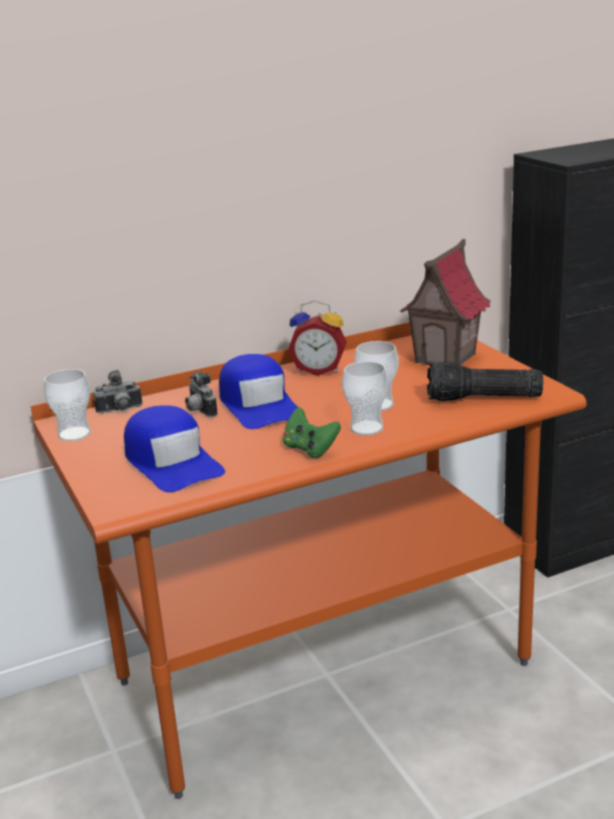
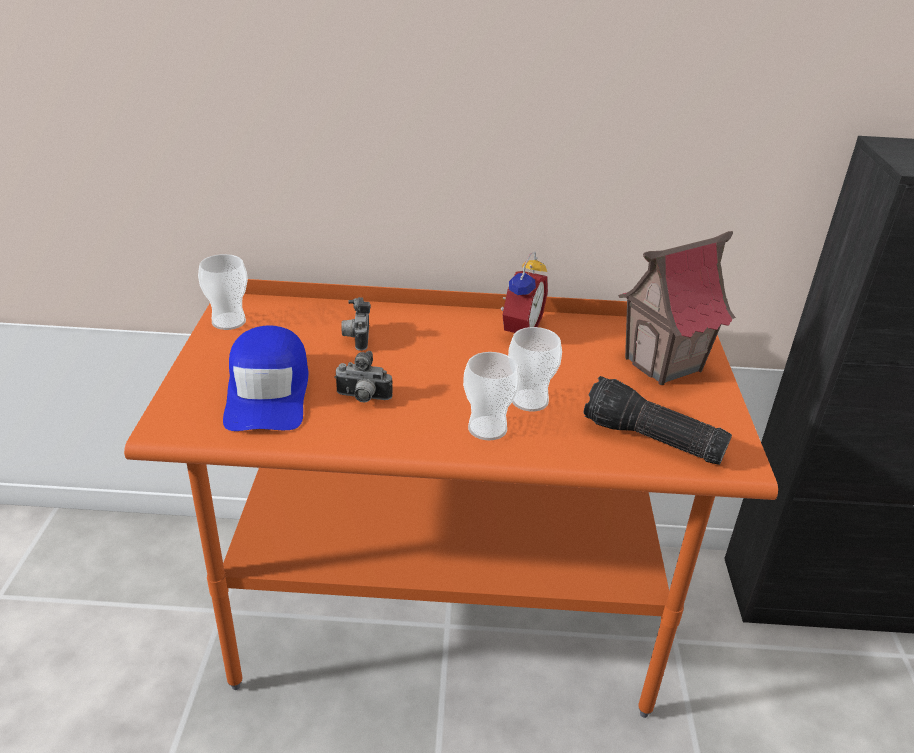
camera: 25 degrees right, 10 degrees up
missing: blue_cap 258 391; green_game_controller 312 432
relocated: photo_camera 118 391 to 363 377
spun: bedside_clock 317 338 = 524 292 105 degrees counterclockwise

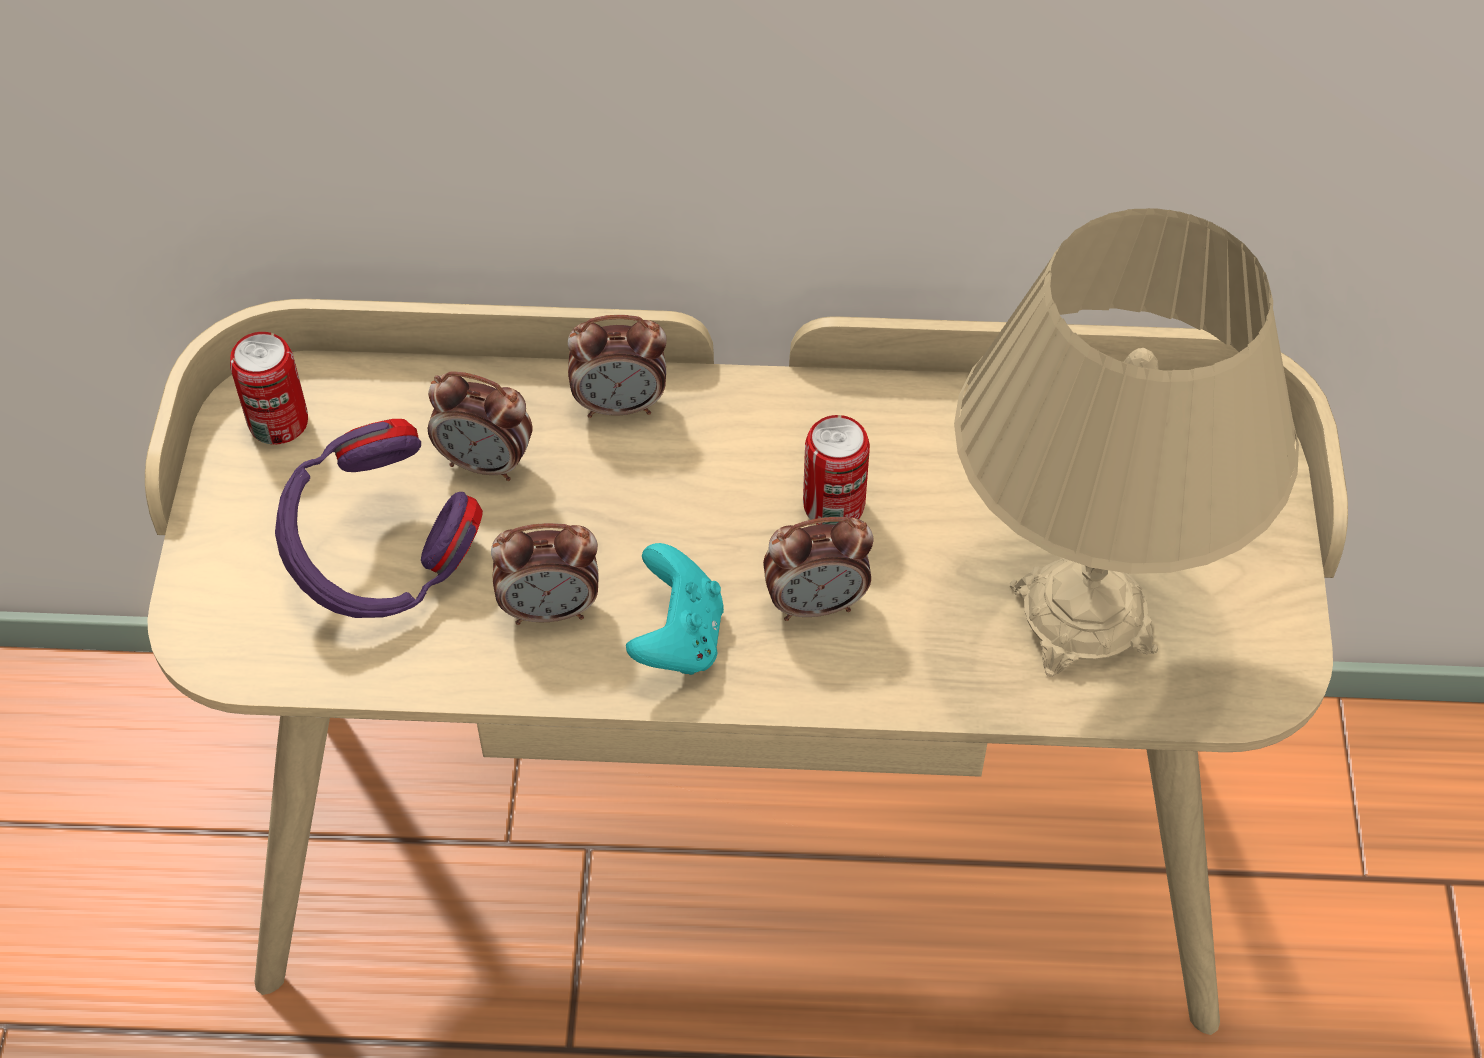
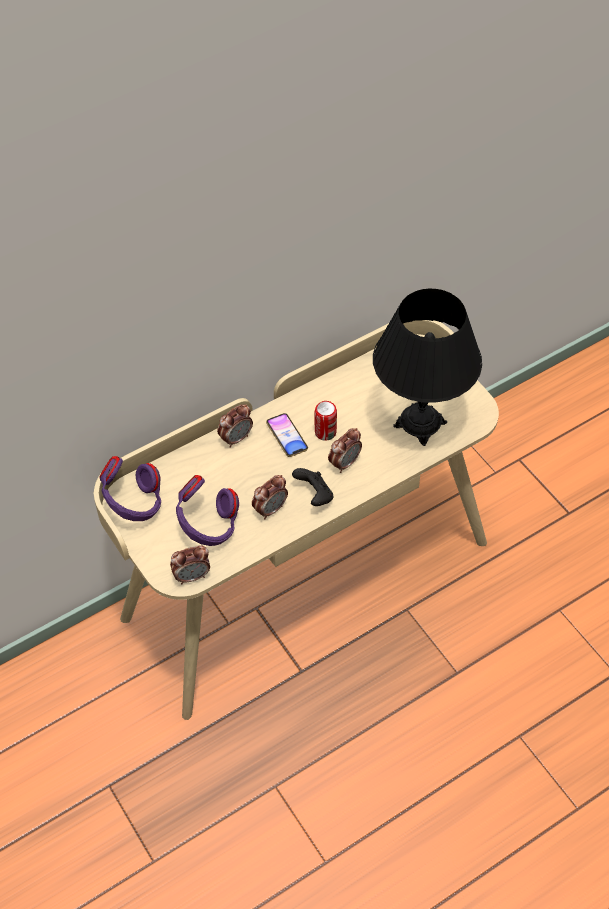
camera: 35 degrees left, 0 degrees up
appeared: telephone 287 435
relocated: bedside_clock 480 426 to 190 564
exchanged: metal_can 269 388 to purple_headphones 130 488
colour: turquoise-coloured_game_controller 675 609 to black-coloured_game_controller 312 487; beige-coloured_table_lamp 1126 442 to black-coloured_table_lamp 427 367

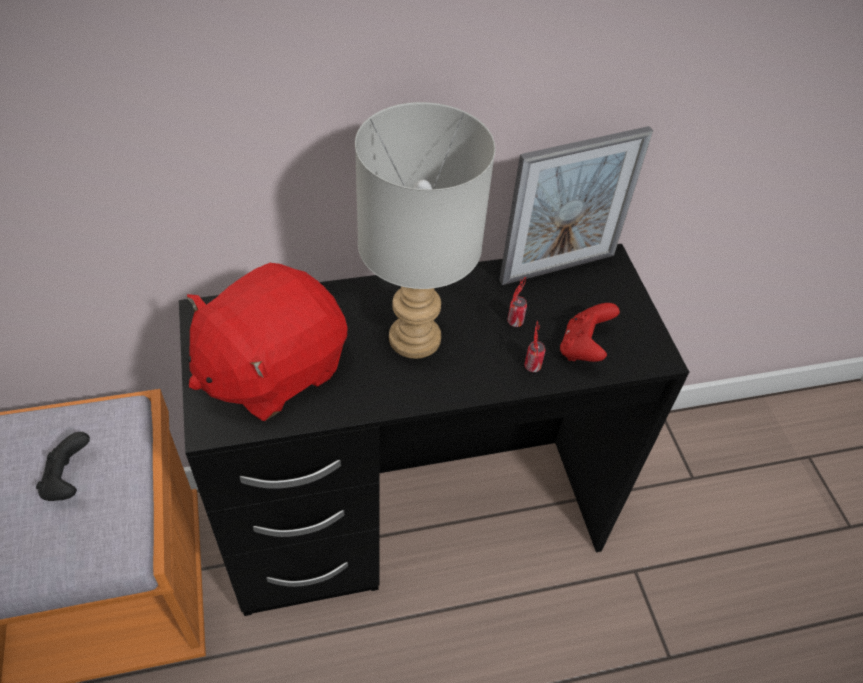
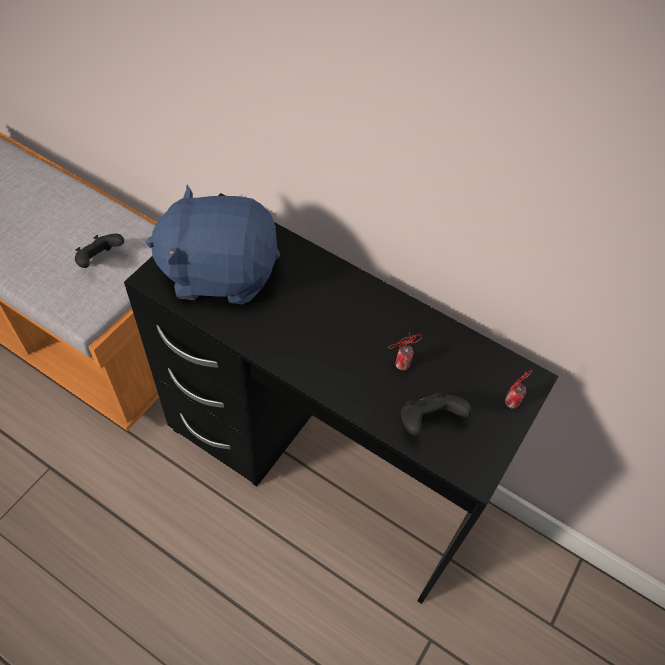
camera: 45 degrees right, 5 degrees up
missing: greyish_table_lamp 425 230; standing_frame 576 205
relocated: metal_can 534 346 to 519 389
colour: reddish_cuddly_toy 267 342 to blue_cuddly_toy 213 244; reddish_game_controller 590 332 to black-coloured_game_controller 436 414

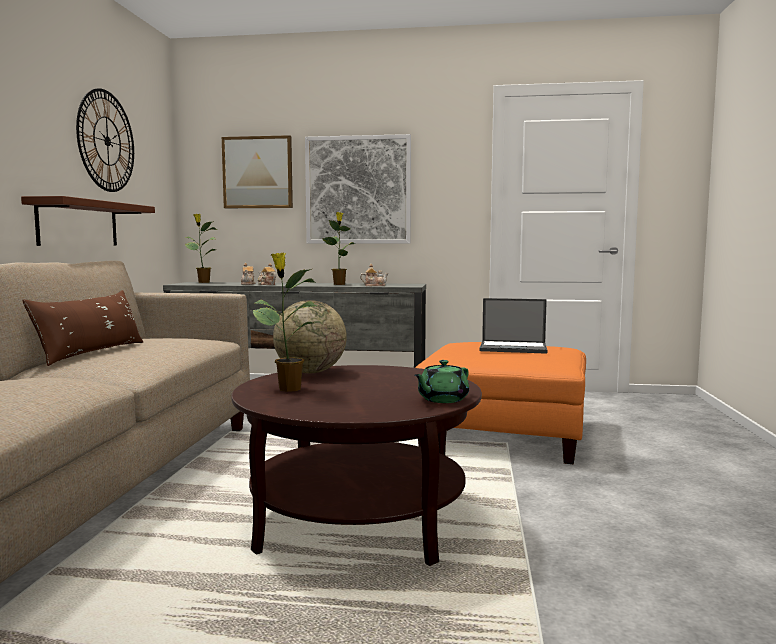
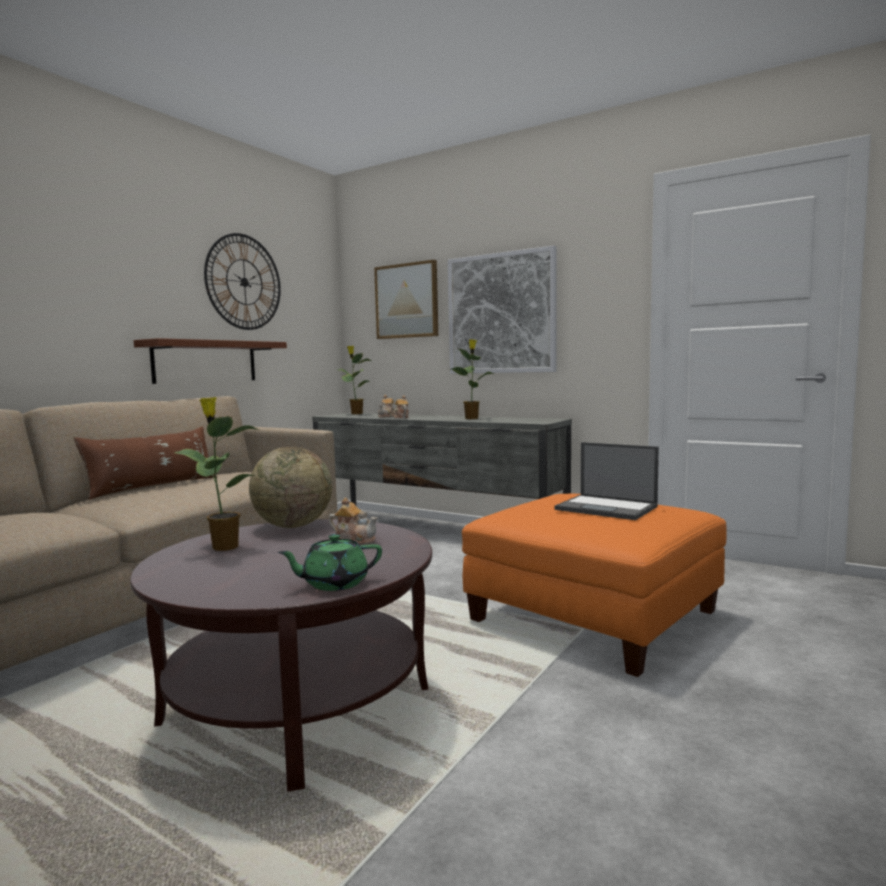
camera: 25 degrees right, 0 degrees up
relocated: pot_for_tea 374 275 to 353 520

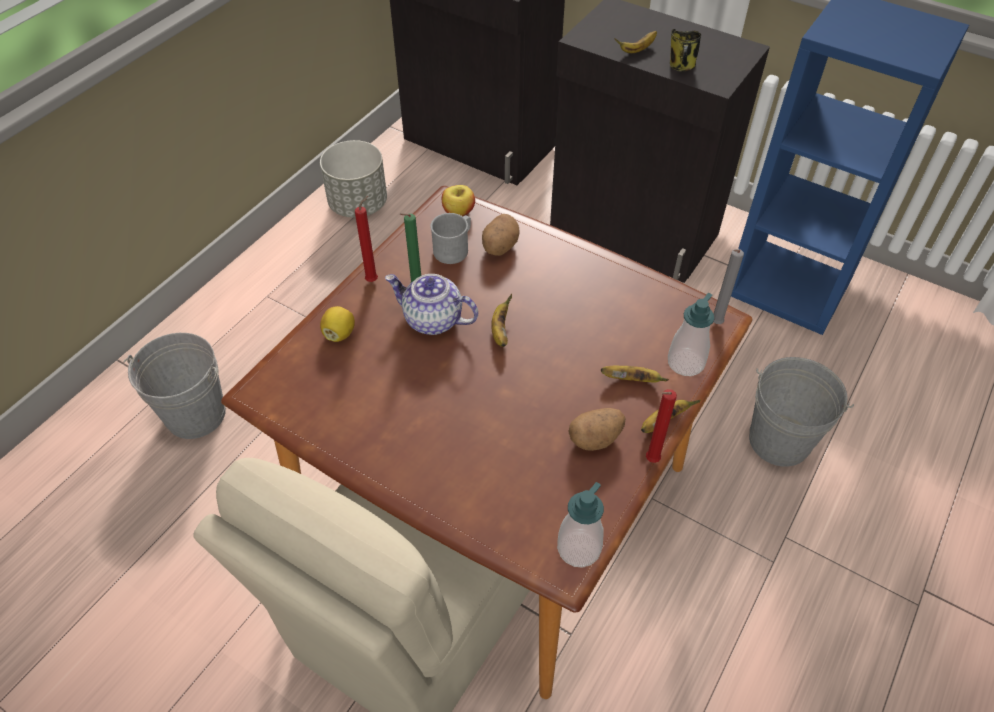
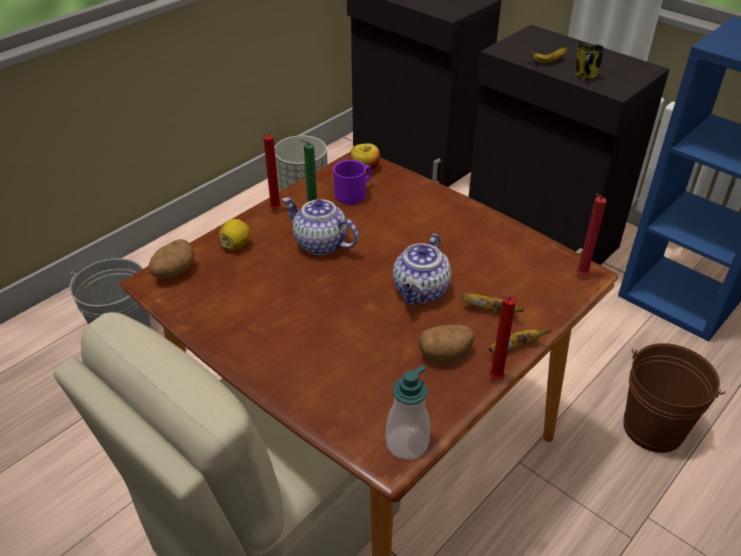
camera: 10 degrees right, 10 degrees down
missing: banana_fruit 501 320; liquid_soap_bottle 691 334
appeared: pot_for_tea 422 269
relocated: spud 501 235 to 171 259
colour: greyish_coffee_mug 450 238 to purple_coffee_mug 352 182; greyish_candle 728 286 to reddish_candle 592 234; greyish_water_bucket 801 412 to brownish_water_bucket 674 398

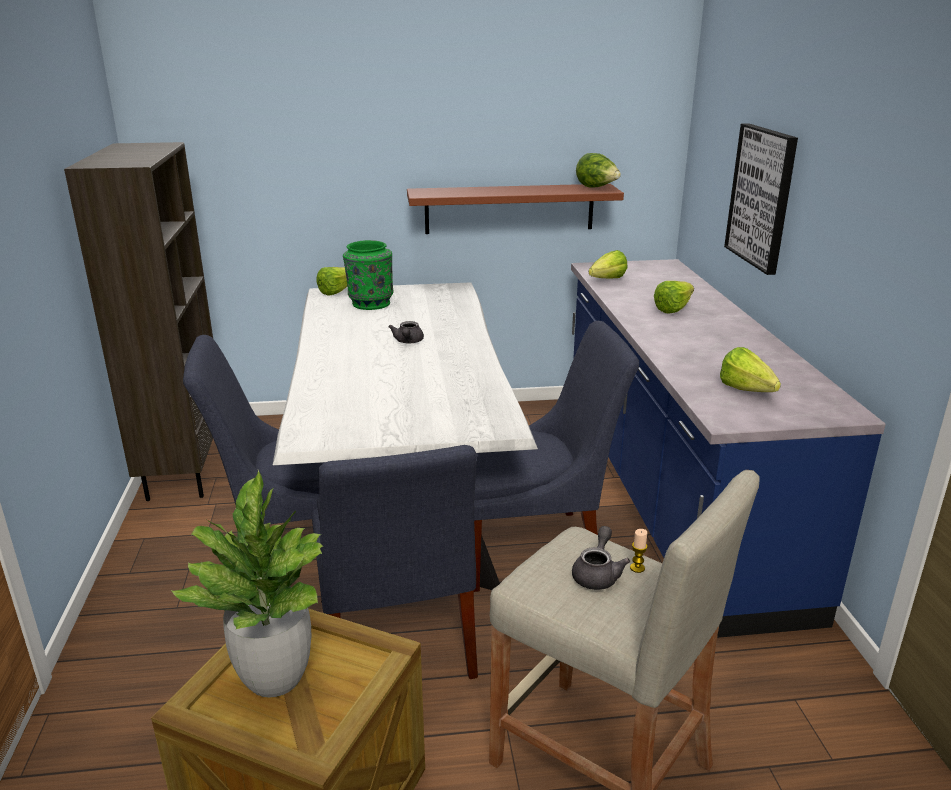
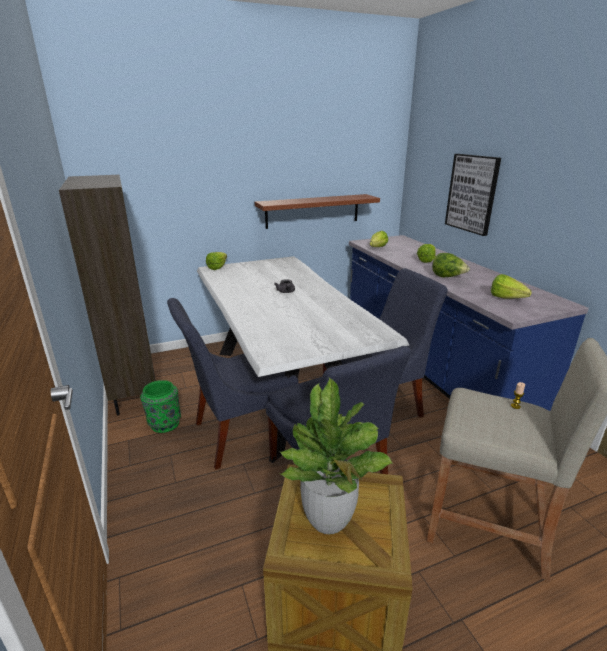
camera: 15 degrees left, 0 degrees up
missing: greyish_pot_for_tea 601 558
relocated: green_decorative_vase 368 275 to 160 406; lettuce 598 170 to 451 265

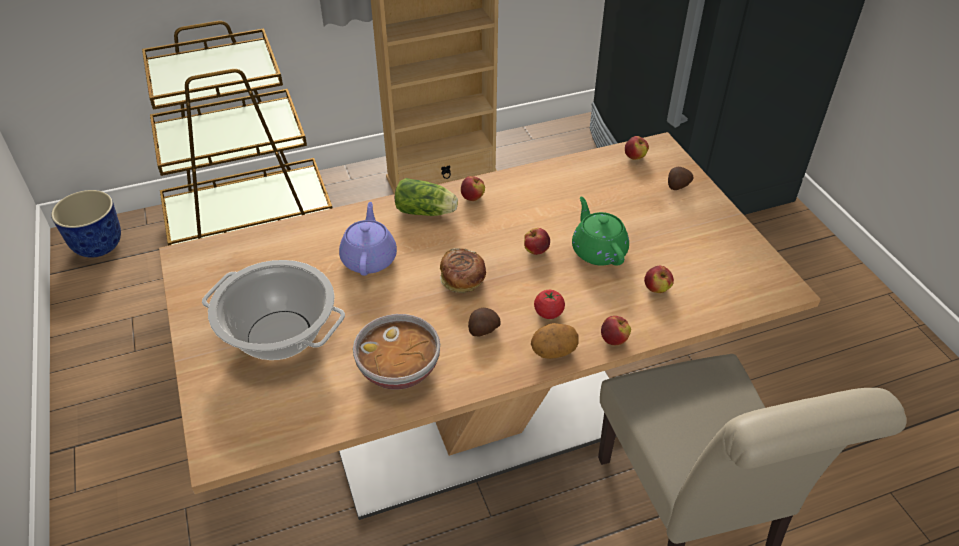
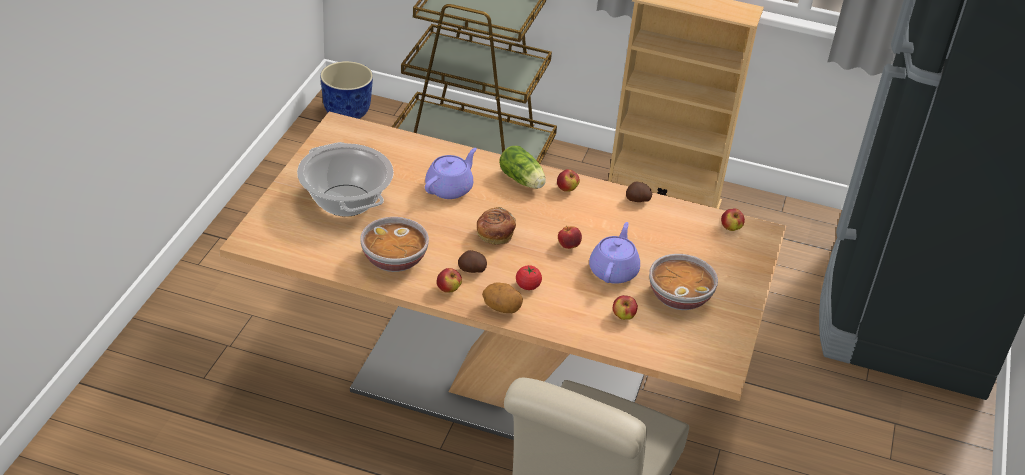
camera: 35 degrees right, 5 degrees down
appeared: serving_bowl 683 282
relocated: apple 616 330 to 449 280; spud 680 178 to 639 191
colour: green_pot_for_tea 600 231 to purple_pot_for_tea 614 253

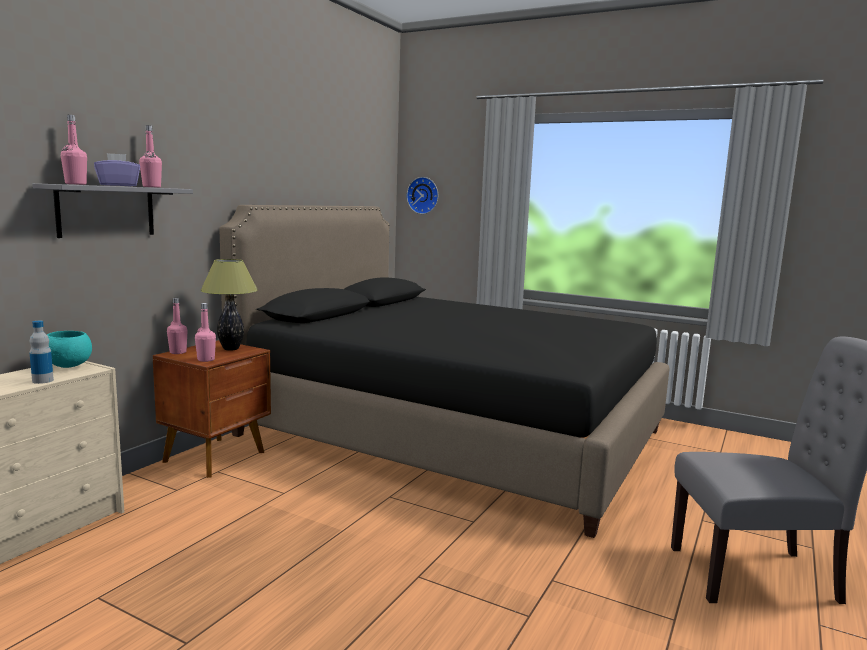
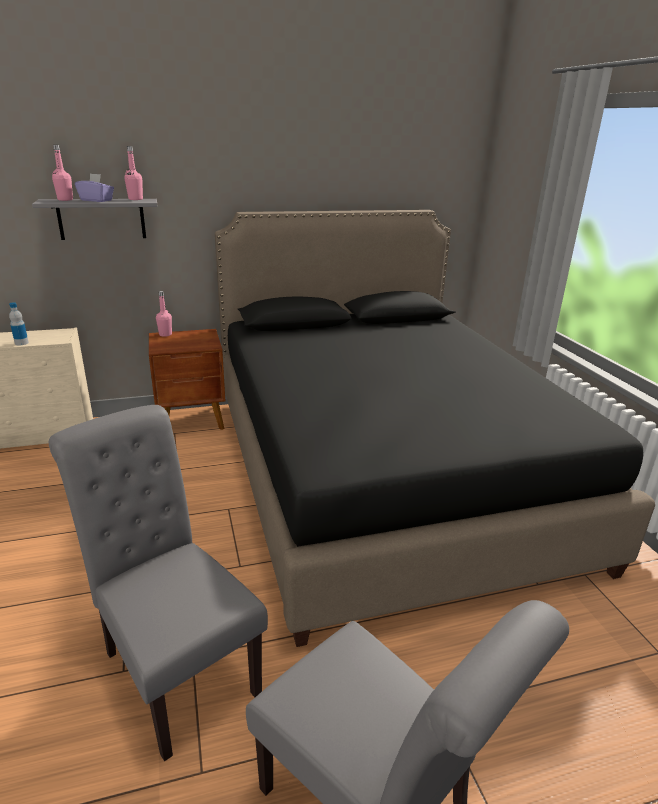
camera: 45 degrees right, 15 degrees up
missing: turquoise-coloured_serving_bowl 69 349; pinkish_drink_bottle 205 332; table_lamp 229 305; clock_on_the_wall 422 195
appeared: greyish_chair 158 583

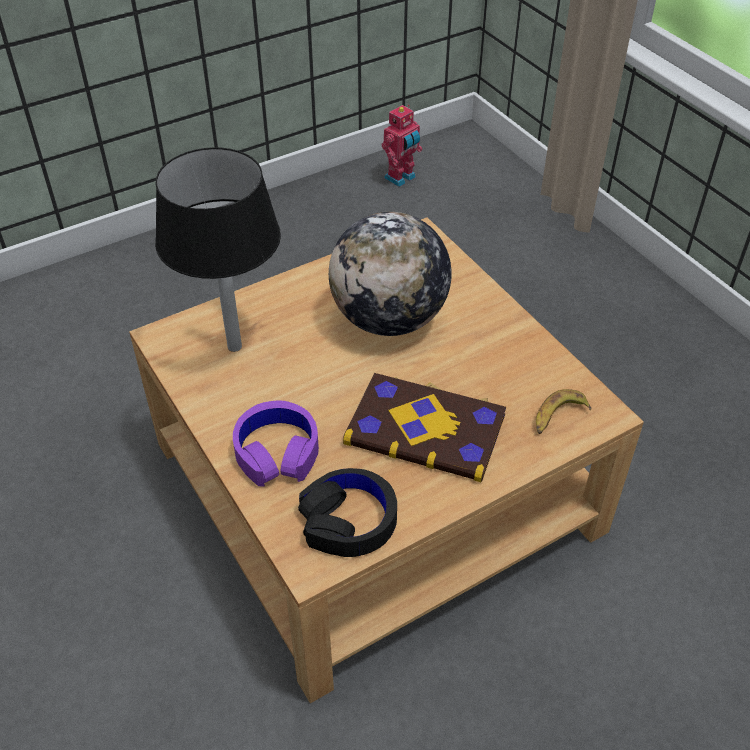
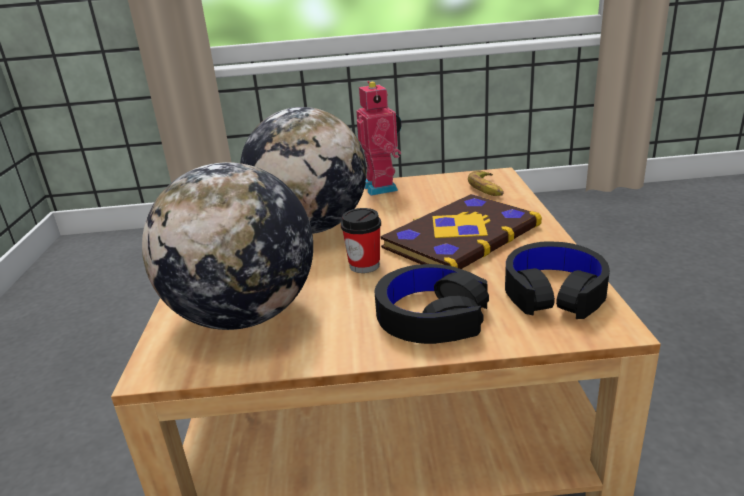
camera: 60 degrees left, 20 degrees down
appeared: drinking_cup 361 240
relocated: robot_figure 402 146 to 378 138
exchanged: black-coloured_table_lamp 218 249 to world_globe 227 246
colour: purple_headphones 276 443 to black-coloured_headphones 432 304

